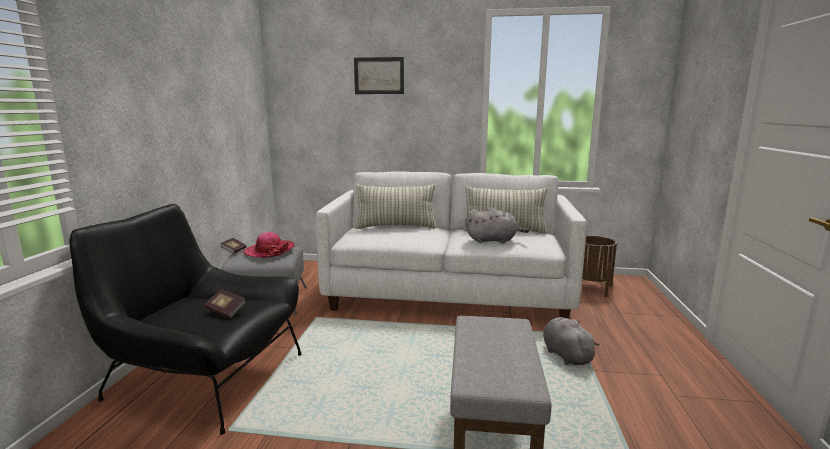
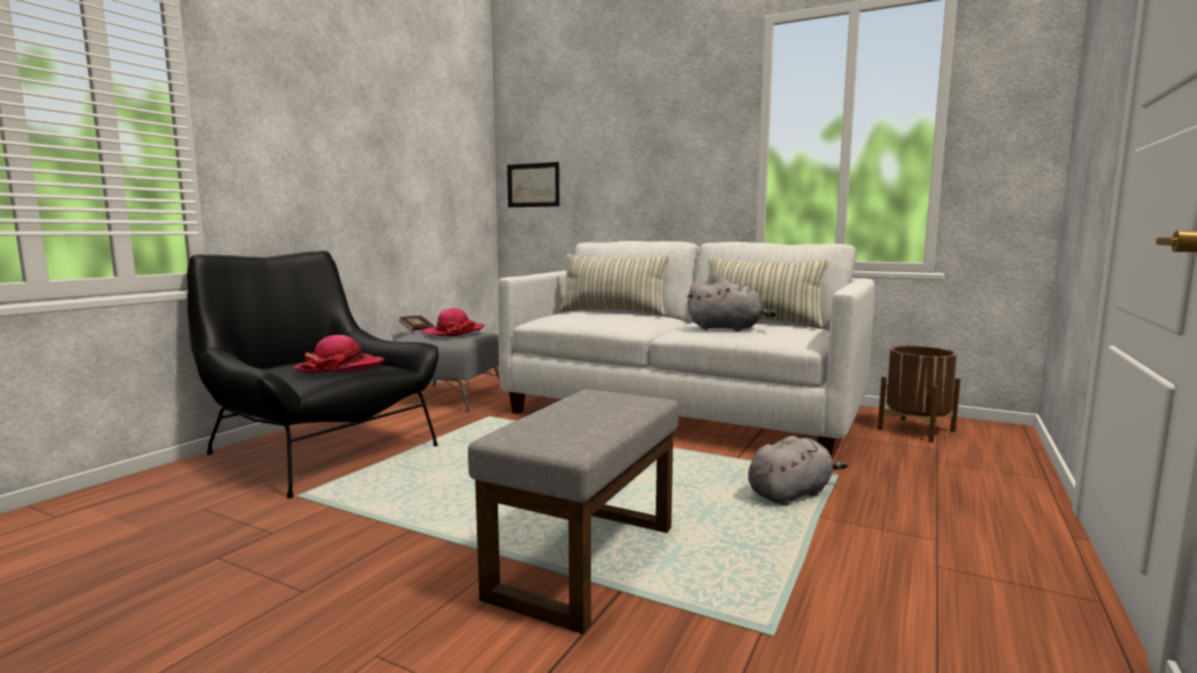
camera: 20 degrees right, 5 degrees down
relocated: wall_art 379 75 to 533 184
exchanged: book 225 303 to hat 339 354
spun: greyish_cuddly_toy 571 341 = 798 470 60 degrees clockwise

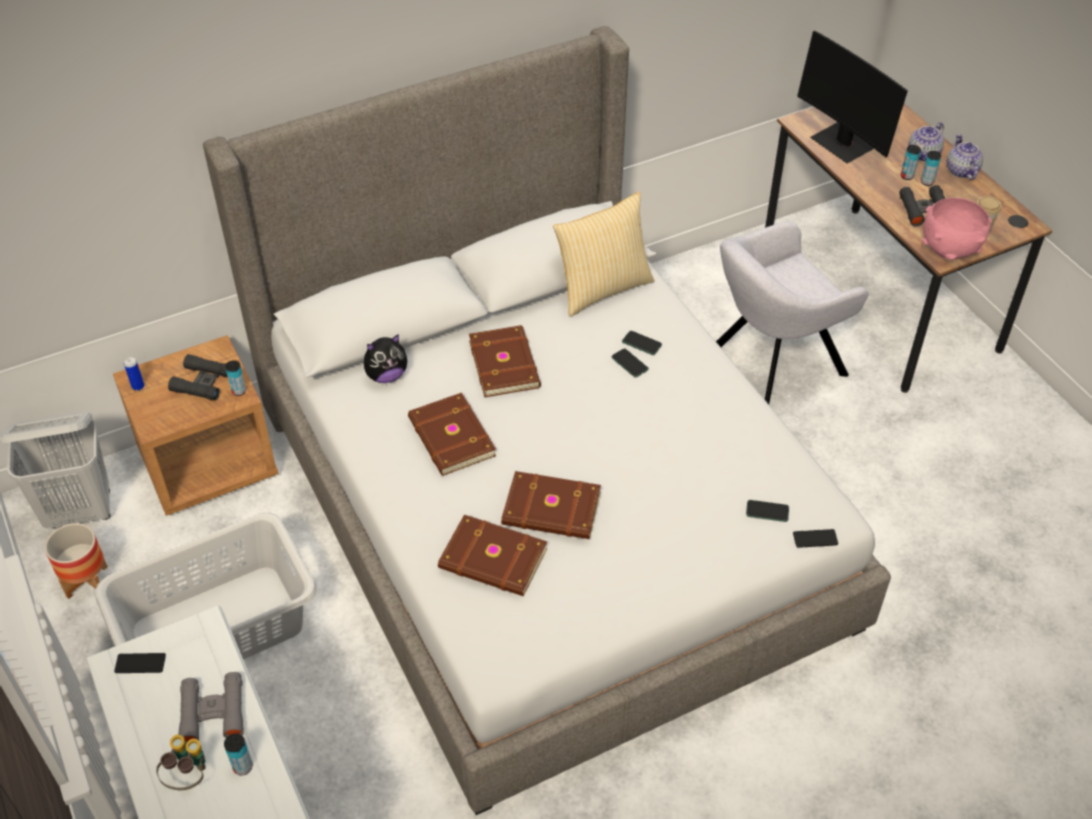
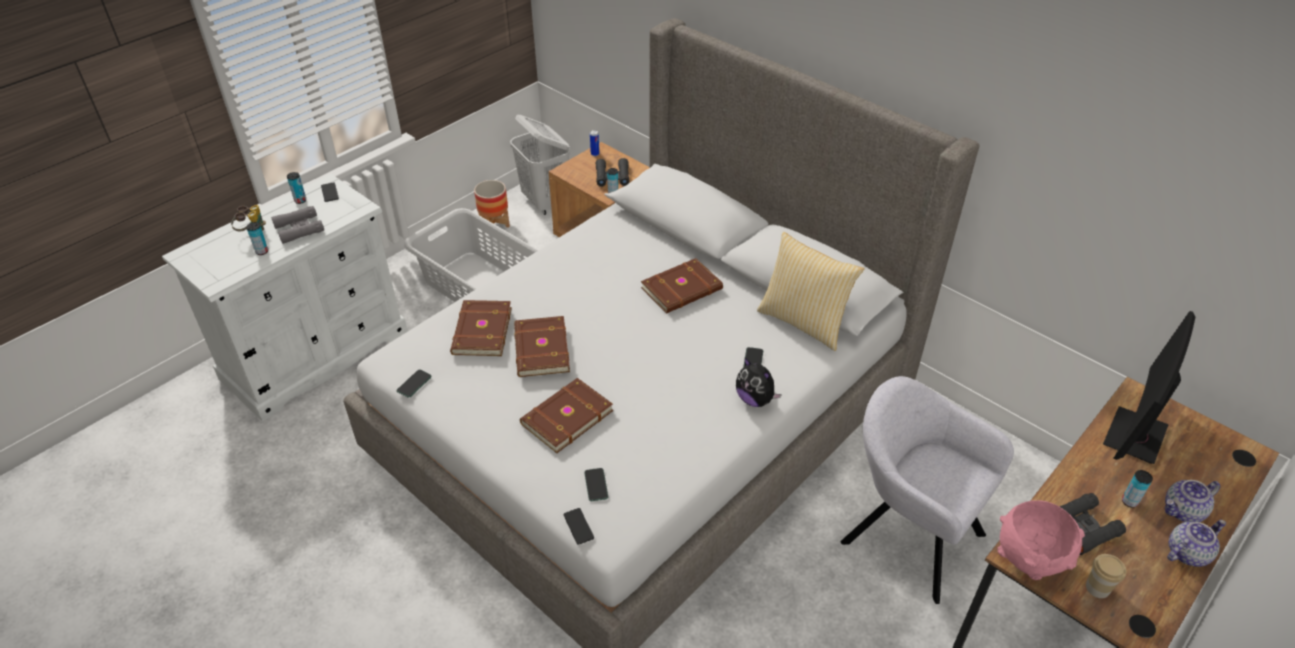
camera: 70 degrees right, 5 degrees down
relocated: cuddly_toy 385 358 to 759 382; brownish_book 452 434 to 566 415; telephone 630 362 to 414 384; metal_can 931 168 to 296 188
spun: pot_for_tea 926 141 = 1193 501 45 degrees counterclockwise

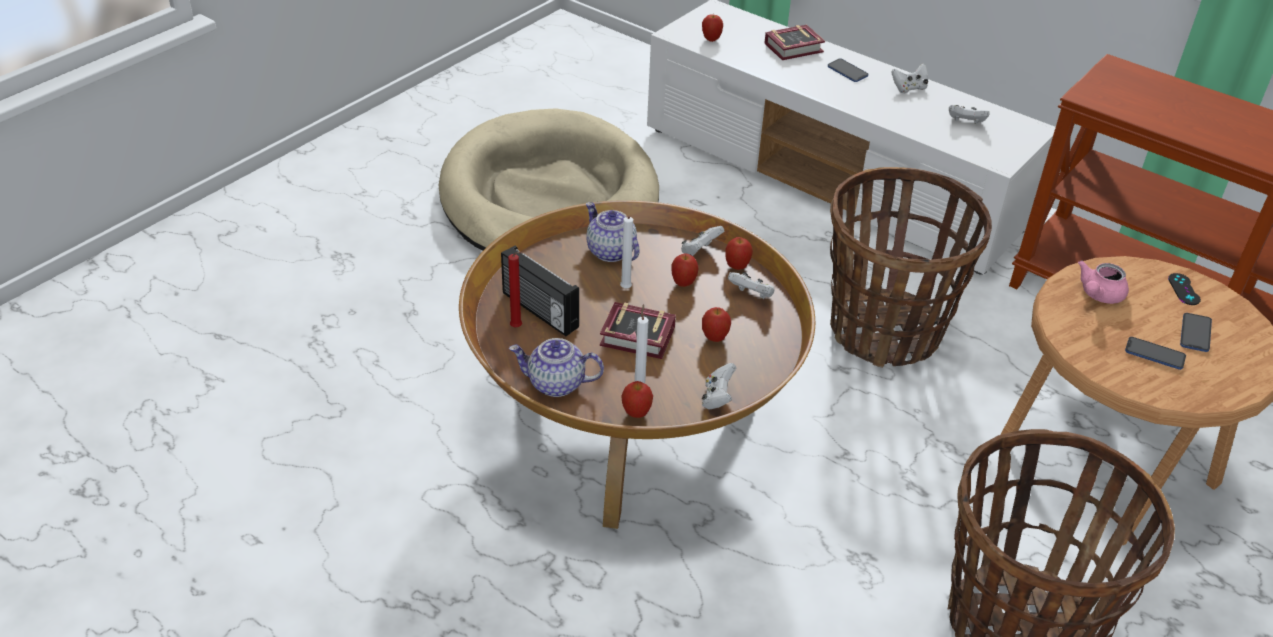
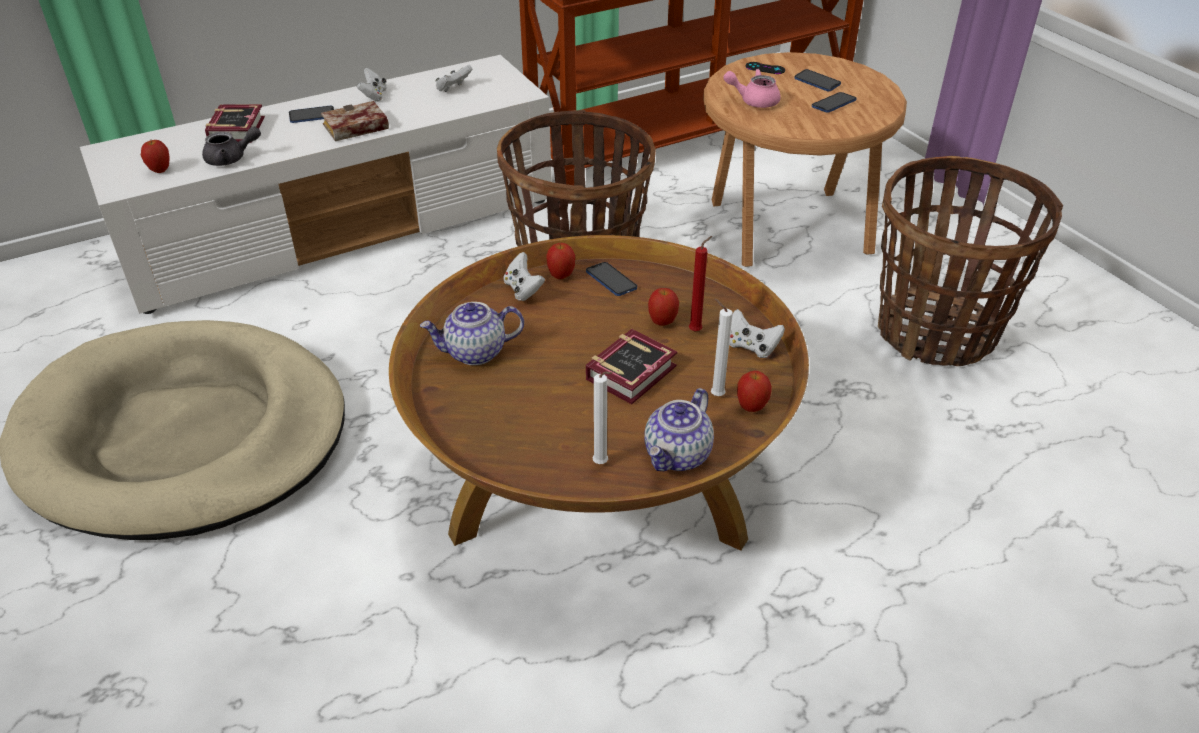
camera: 65 degrees left, 0 degrees up
missing: radio_receiver 540 291; apple 685 270
appeared: greyish_pot_for_tea 231 146; book 355 121
relocated: reddish_candle 515 289 to 700 284; white_candle 626 252 to 603 417
exchanged: white_game_controller 751 285 to telephone 611 279
spun: pinkish_pot_for_tea 1103 282 = 751 88 120 degrees clockwise

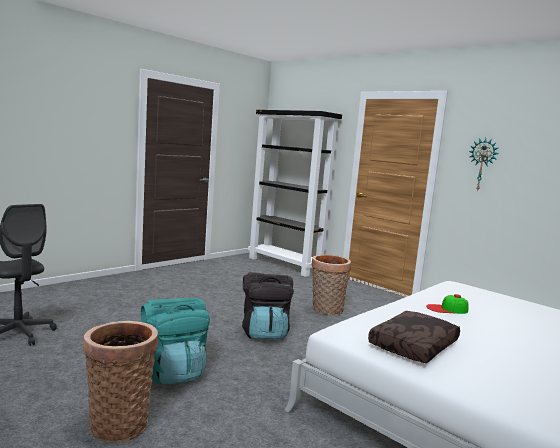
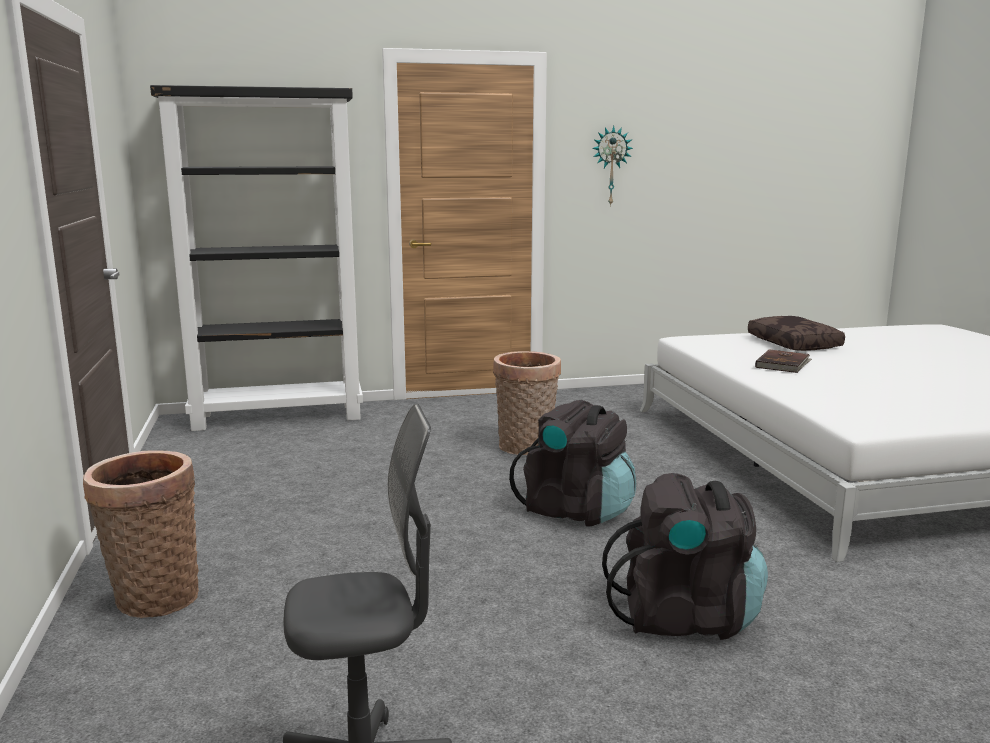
camera: 55 degrees left, 5 degrees up
relocated: household_basket 120 382 to 141 534; brownish_pillow 414 337 to 796 333
exchanged: cap 447 304 to brownish_book 783 361
colour: turquoise-coloured_backpack 175 341 to black-coloured_backpack 685 556

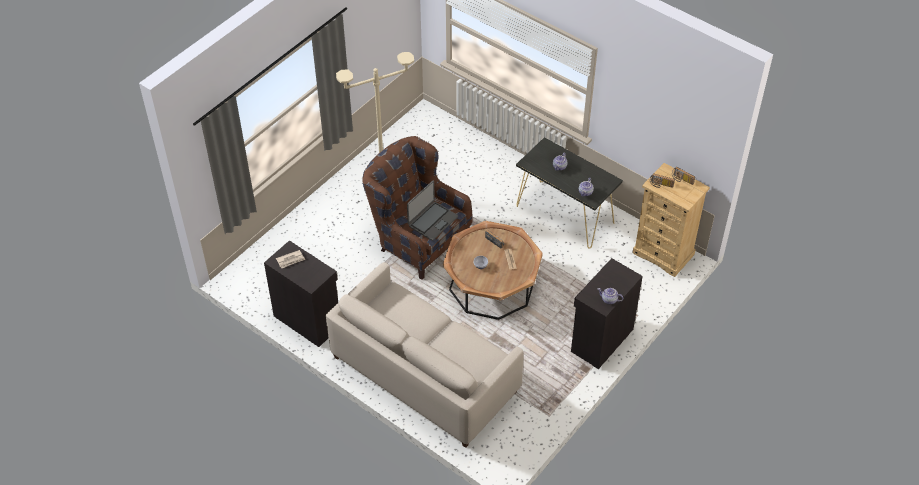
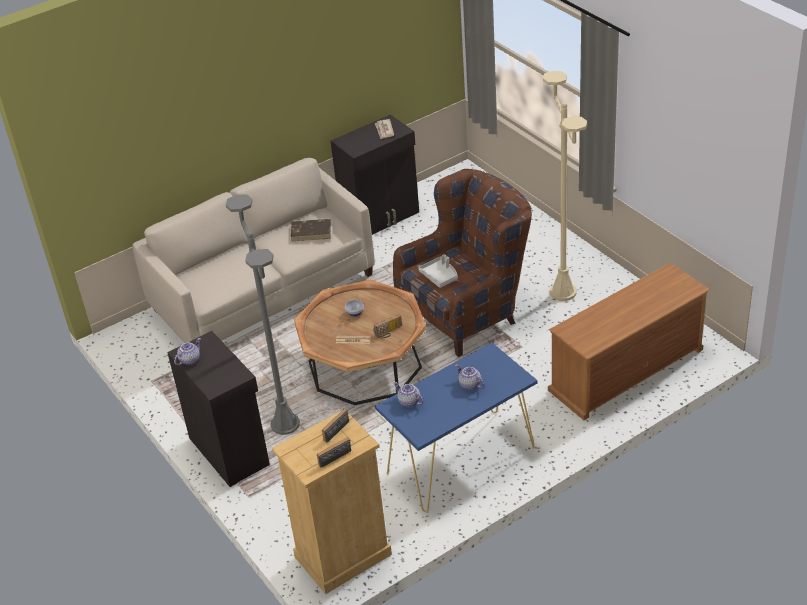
camera: 110 degrees right, 10 degrees down
appeared: greyish_standard_lamp 263 314; brownish_book 311 230; brownish_tv_stand 629 341
exchanged: laptop 432 210 to greyish_serving_tray 438 271
colour: black-coloured_hall_table 569 193 to blue_hall_table 456 427

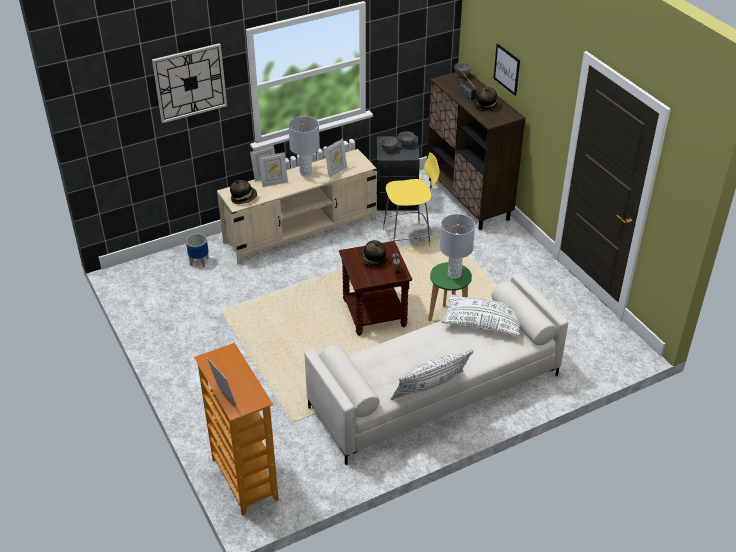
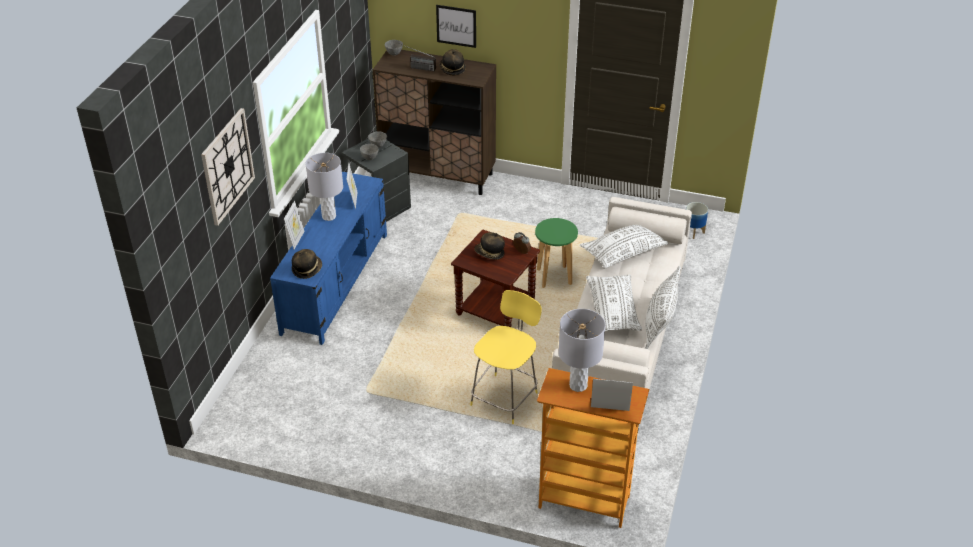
camera: 45 degrees left, 0 degrees up
missing: standing_frame 273 169
appeared: white_pillow 614 303
relocated: flower_pot 197 250 to 697 220; yellow-coloured_stool 411 199 to 506 357; greyish_table_lamp 457 246 to 582 350
colour: beige-coloured_tv_stand 296 207 to blue_tv_stand 328 258

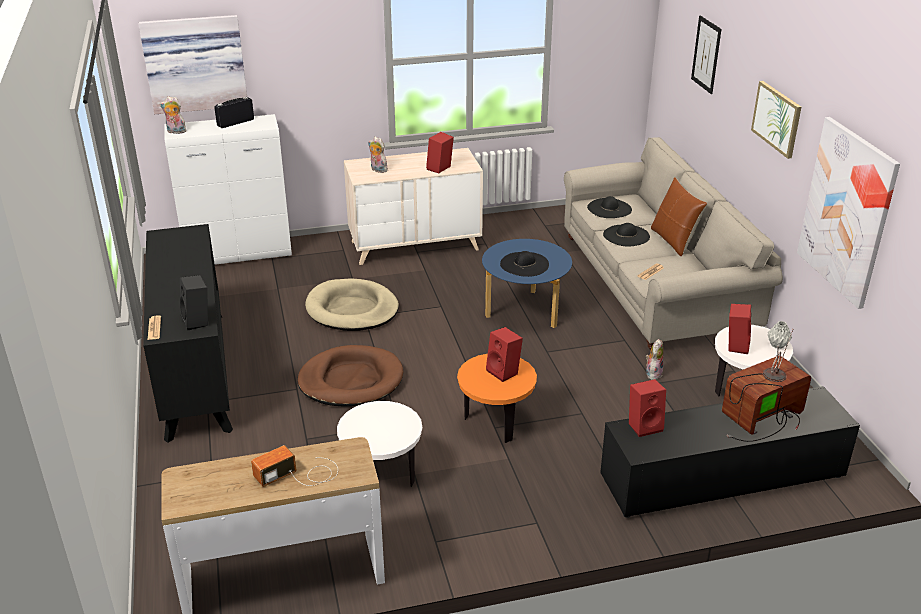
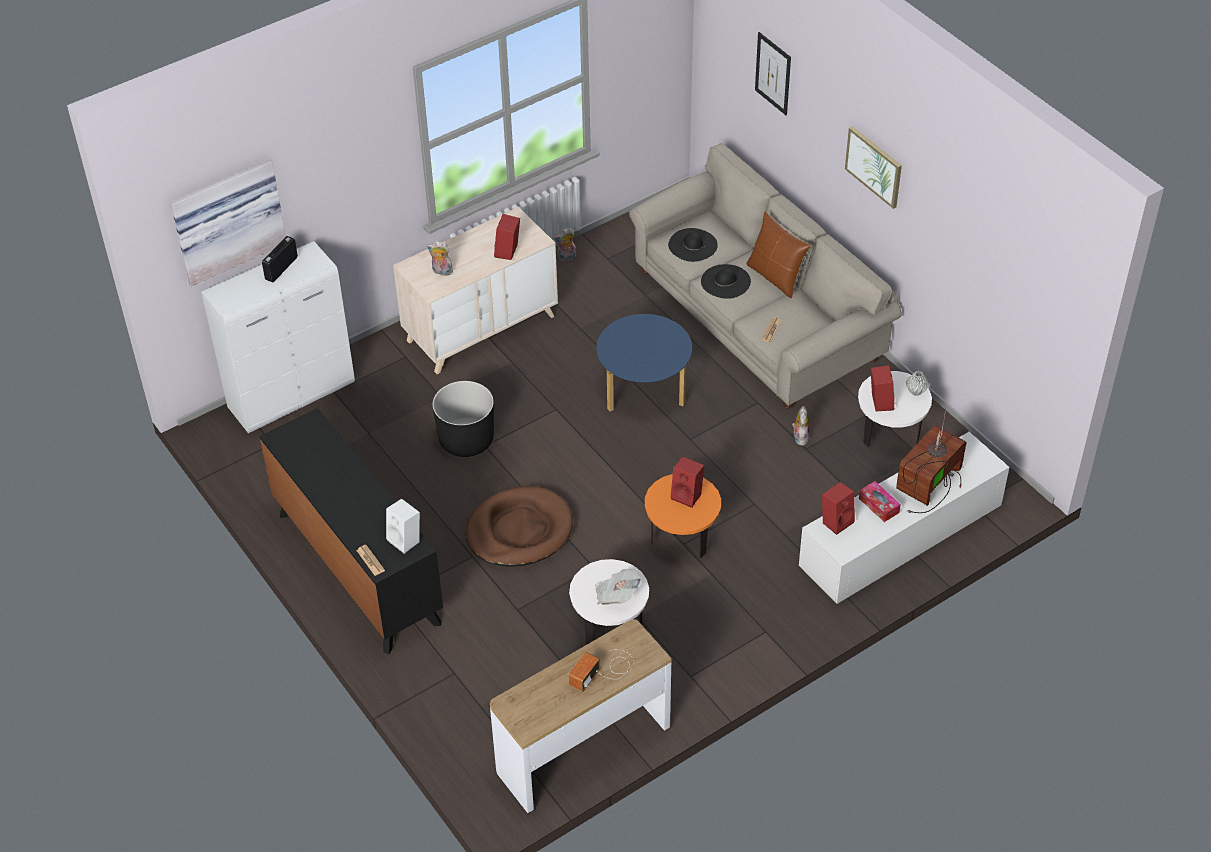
camera: 20 degrees left, 15 degrees up
missing: black-coloured_hat 524 264; wall_art 848 213
appeared: newspaper 618 587; tissue_holder 880 501
relocated: cuddly_toy 173 115 to 565 244
exchanged: beige-coloured_dog_cushion 352 304 to black-coloured_flower_pot 463 419
colour: black-coloured_audio_speaker 194 302 to white_audio_speaker 403 526; black-coloured_tv_stand 730 452 to white_tv_stand 904 518

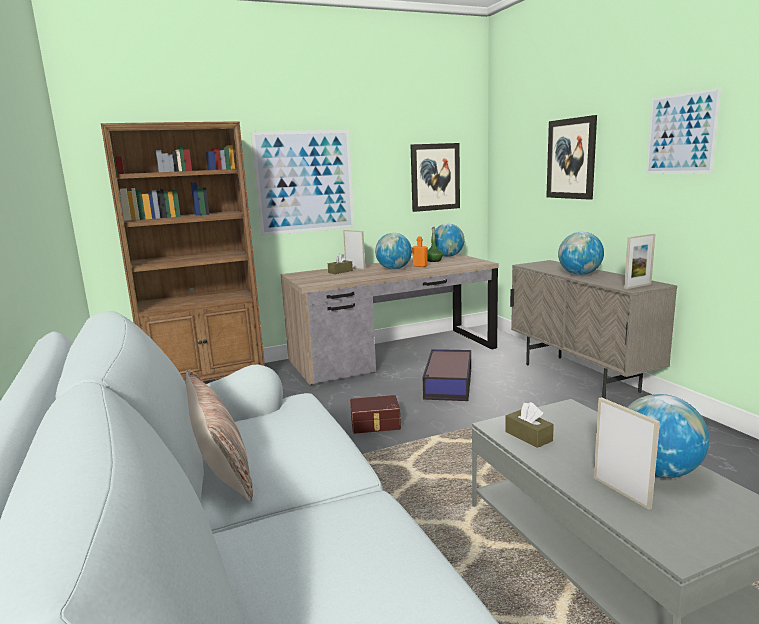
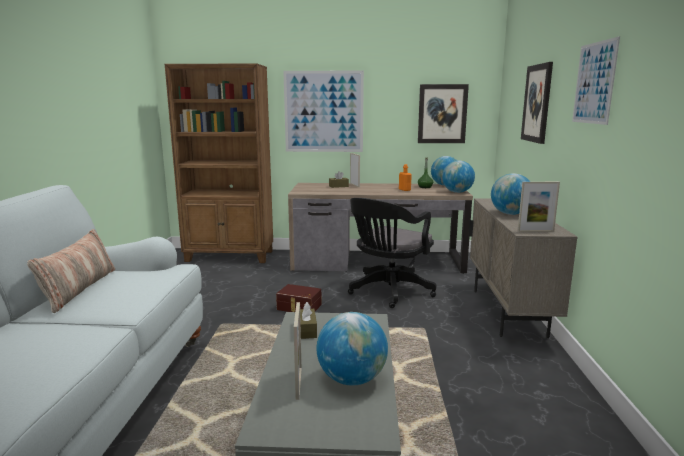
camera: 25 degrees right, 0 degrees up
relocated: world_globe 393 251 to 458 177
exchanged: storage_container 447 375 to black-coloured_office_chair 392 253

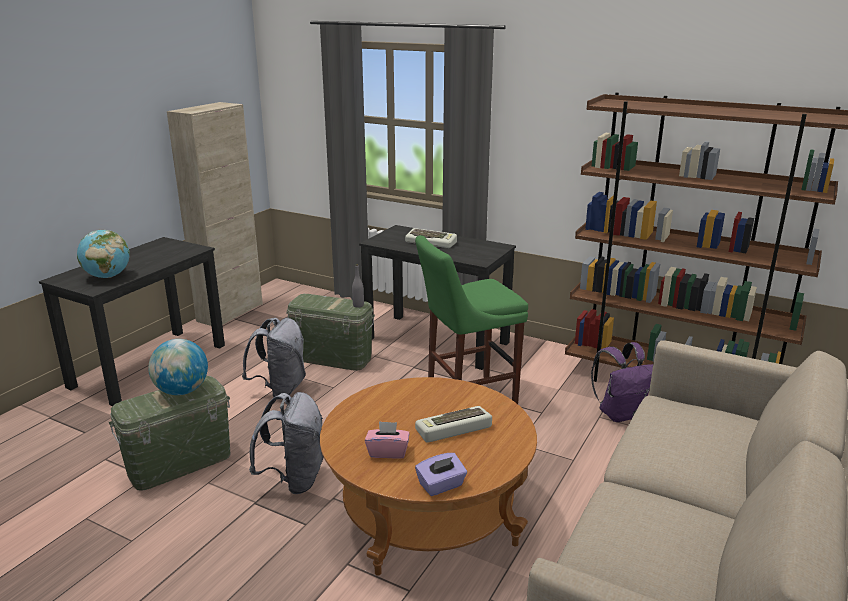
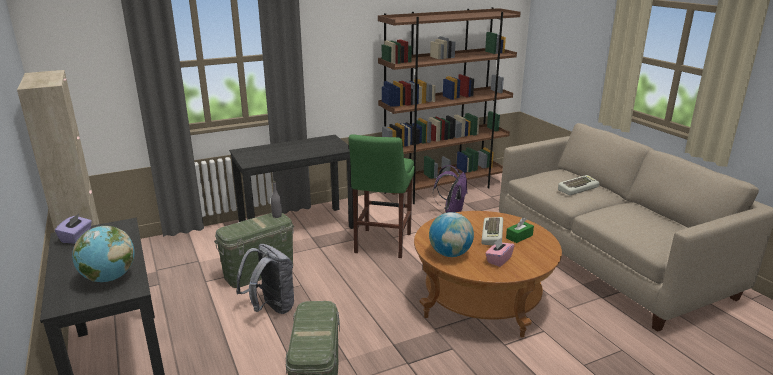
camera: 55 degrees left, 0 degrees up
missing: greyish_backpack 286 443
appeared: green_tissue_holder 520 230
relocated: world_globe 178 367 to 451 234; computer_keyboard 431 238 to 578 185; purple_tissue_holder 441 474 to 73 228

